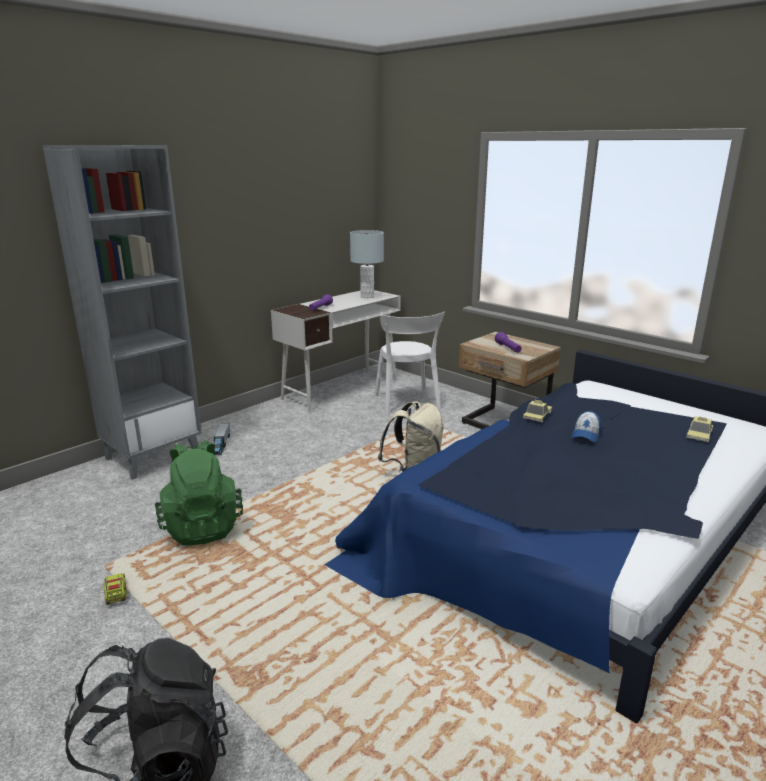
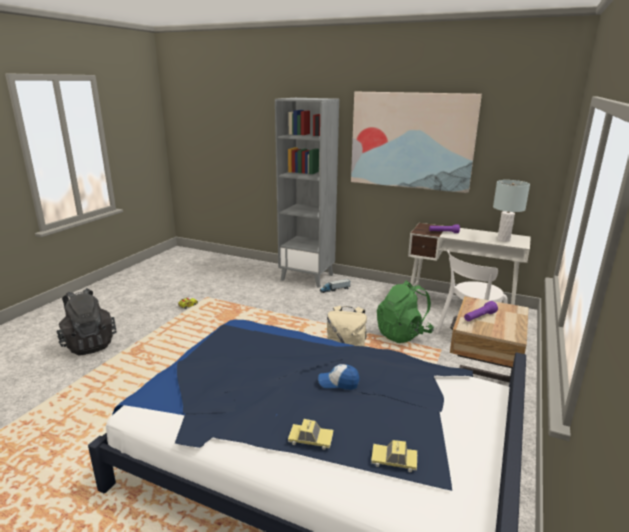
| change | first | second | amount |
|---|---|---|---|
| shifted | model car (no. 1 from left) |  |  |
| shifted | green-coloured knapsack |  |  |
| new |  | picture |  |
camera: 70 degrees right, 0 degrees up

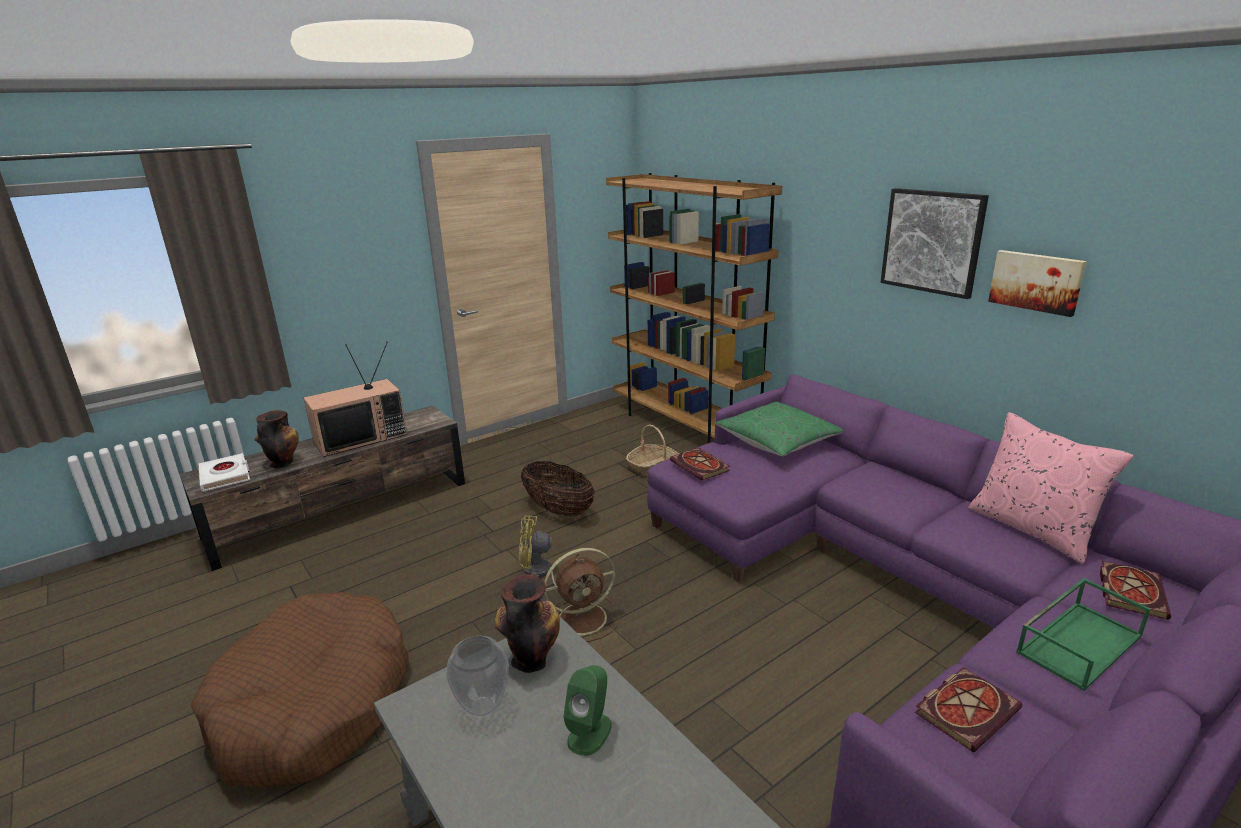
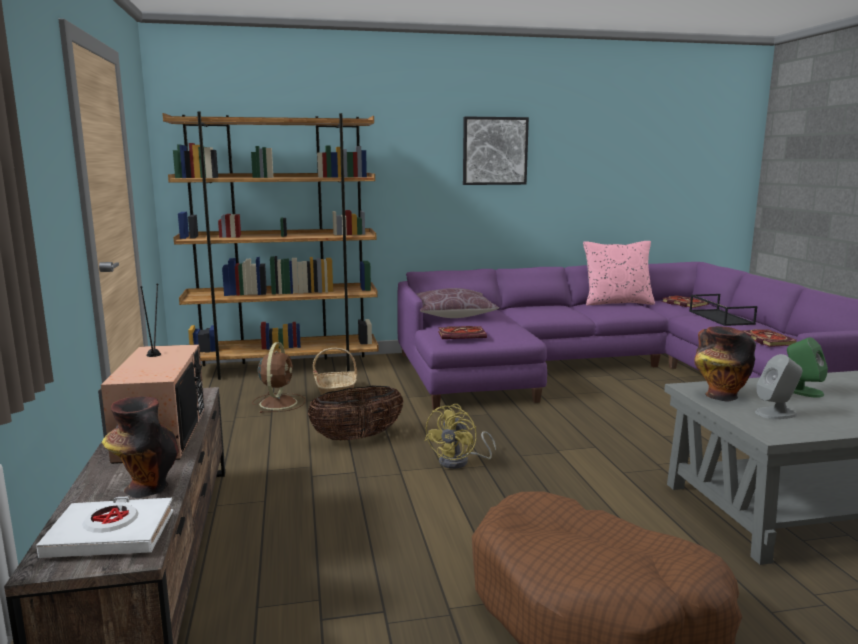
| change | first | second | amount |
|---|---|---|---|
| gone | picture (no. 2 from left) |  |  |
| repainted | green-coloured throw pillow | brown-coloured throw pillow |  |
| shifted | brown-coloured fan |  |  |
| repainted | green-coloured serving tray | black-coloured serving tray |  |
| swapped | flower vase (no. 2 from left) | greyish audio speaker |  |
camera: 65 degrees left, 10 degrees down

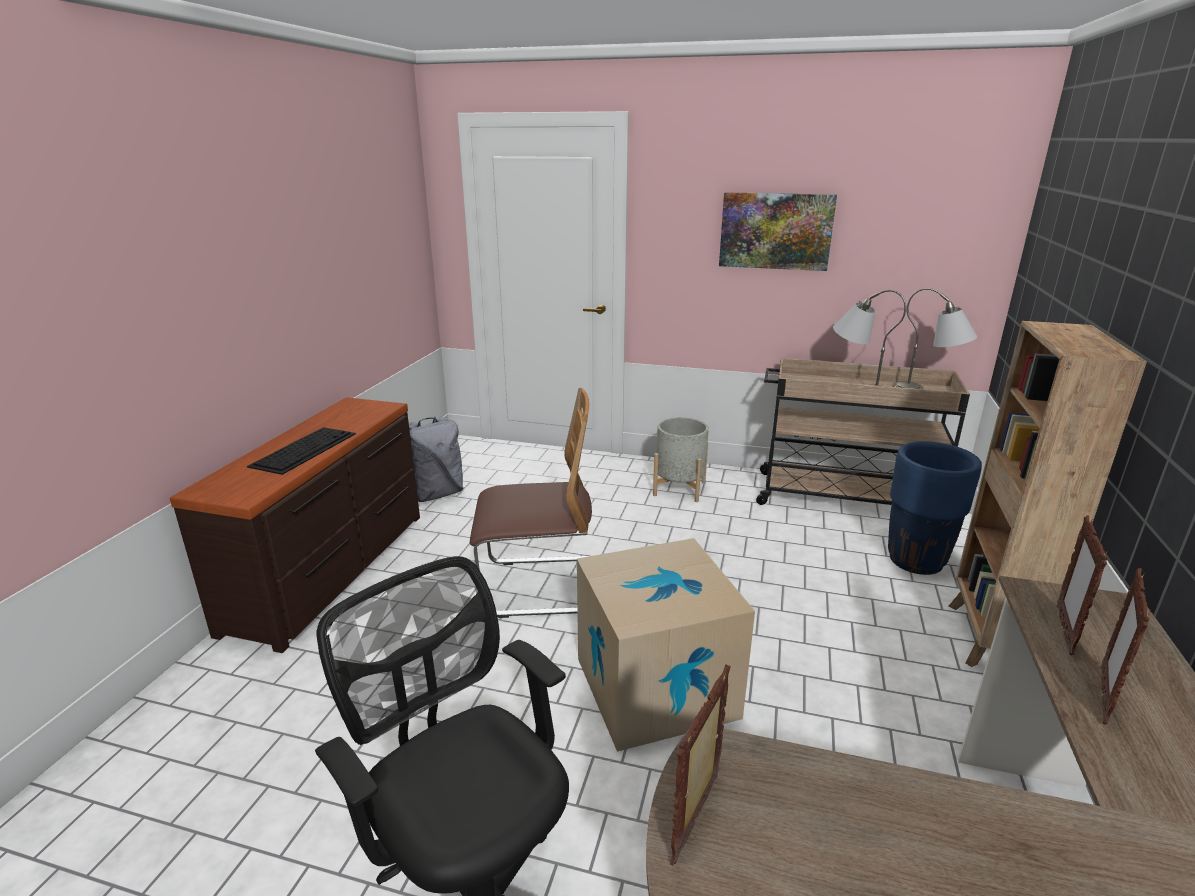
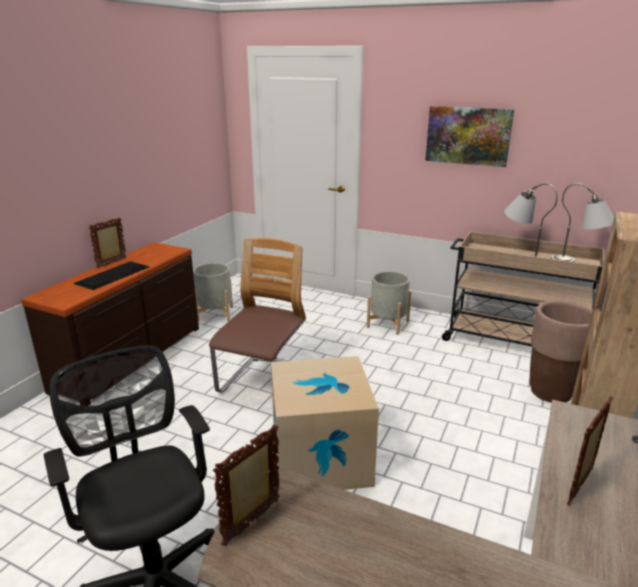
| change | first | second | amount |
|---|---|---|---|
| rotated | upright chair |  | 75 degrees counterclockwise |
| swapped | greyish knapsack | greyish planter (no. 1 from left) |  |
| repainted | blue planter | brown-coloured planter |  |
| shifted | photo frame (no. 2 from left in the first image) | photo frame (no. 1 from left) |  |
camera: 10 degrees right, 0 degrees up

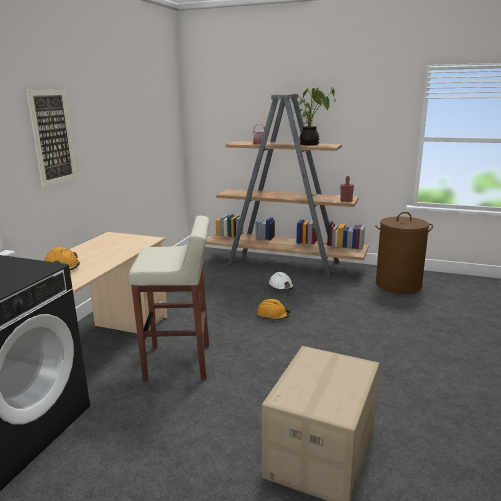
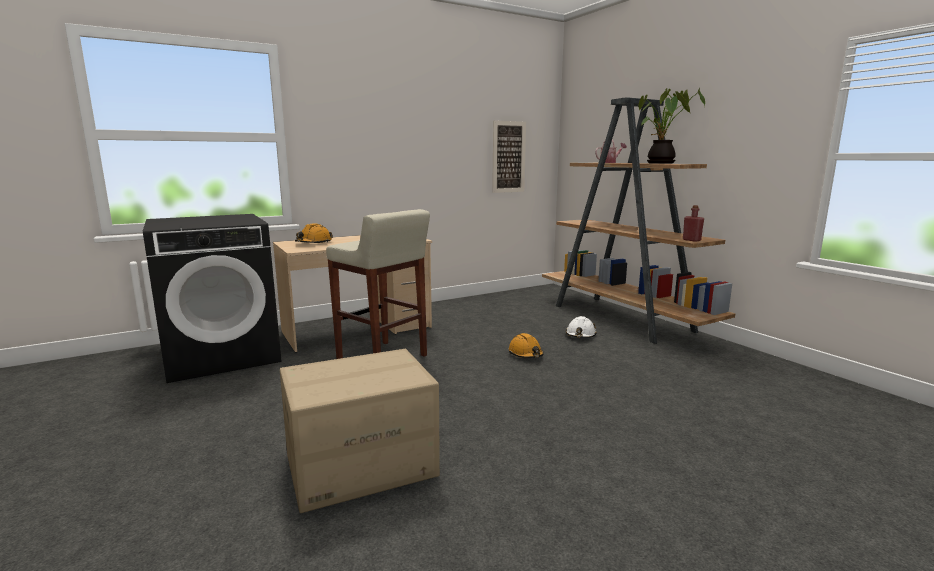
| change | first | second | amount |
|---|---|---|---|
| shifted | picture |  |  |
| gone | brown-coloured laundry basket |  |  |
camera: 40 degrees right, 5 degrees down

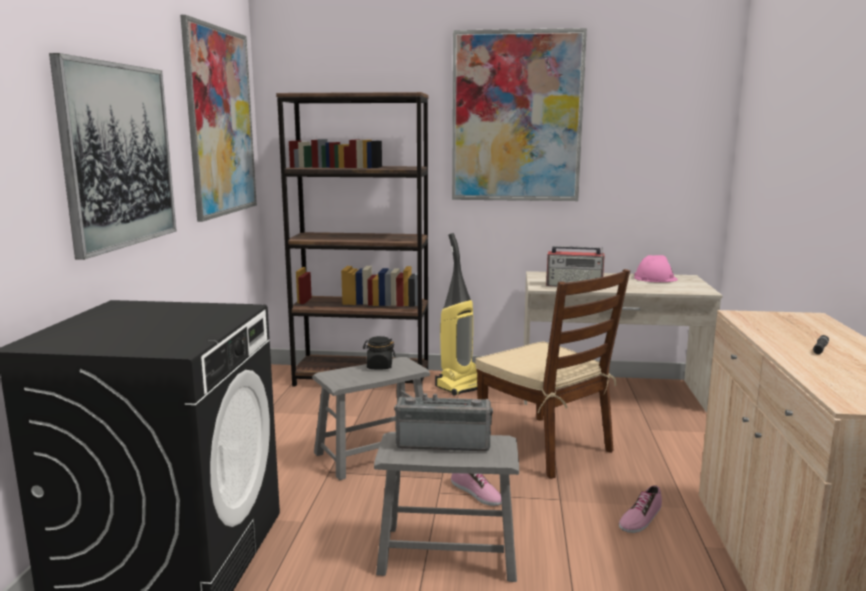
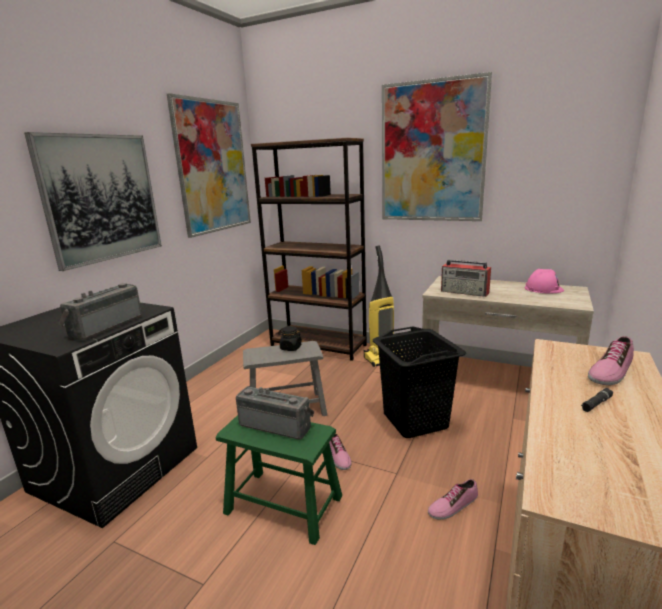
| change | first | second | amount |
|---|---|---|---|
| swapped | brown-coloured upright chair | black-coloured laundry basket |  |
| repainted | greyish sitting stool (no. 2 from left) | green-coloured sitting stool |  |
| new |  | radio (no. 1 from left) |  |
| new |  | item of footwear (no. 3 from left) |  |
camera: 20 degrees right, 5 degrees up

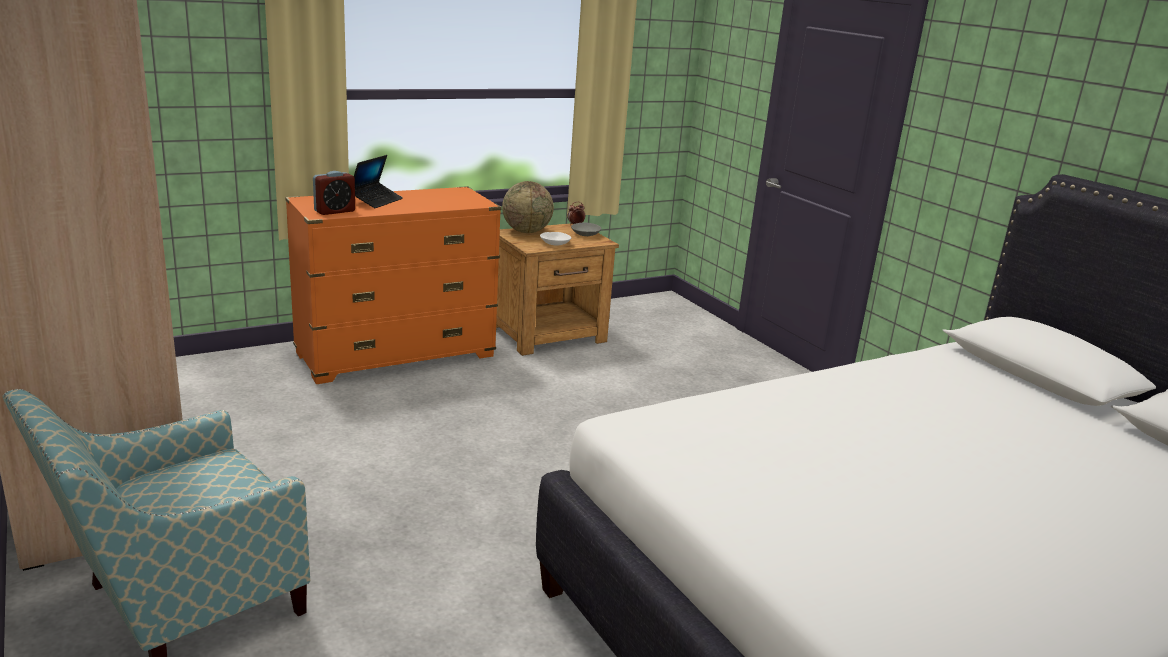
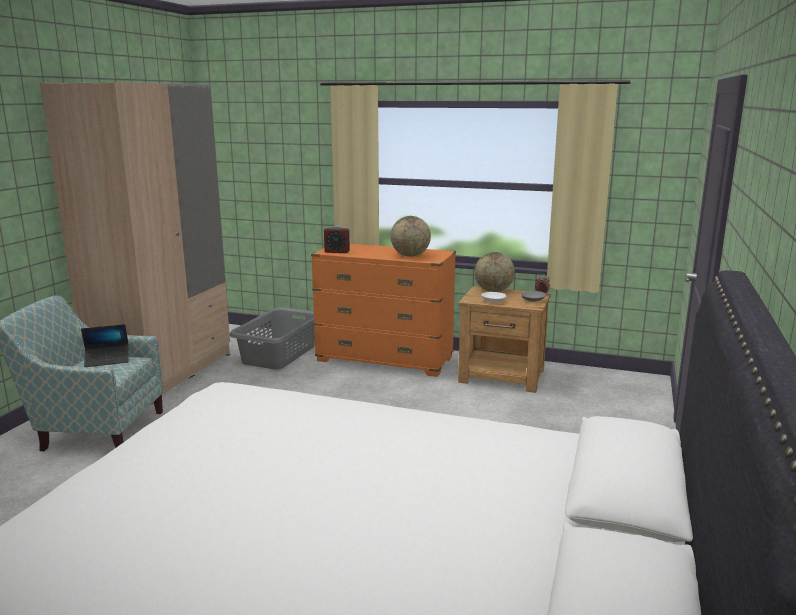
| change | first | second | amount |
|---|---|---|---|
| shifted | laptop |  |  |
| new |  | globe (no. 1 from left) |  |
| new |  | greyish laundry basket |  |
camera: 50 degrees right, 5 degrees down

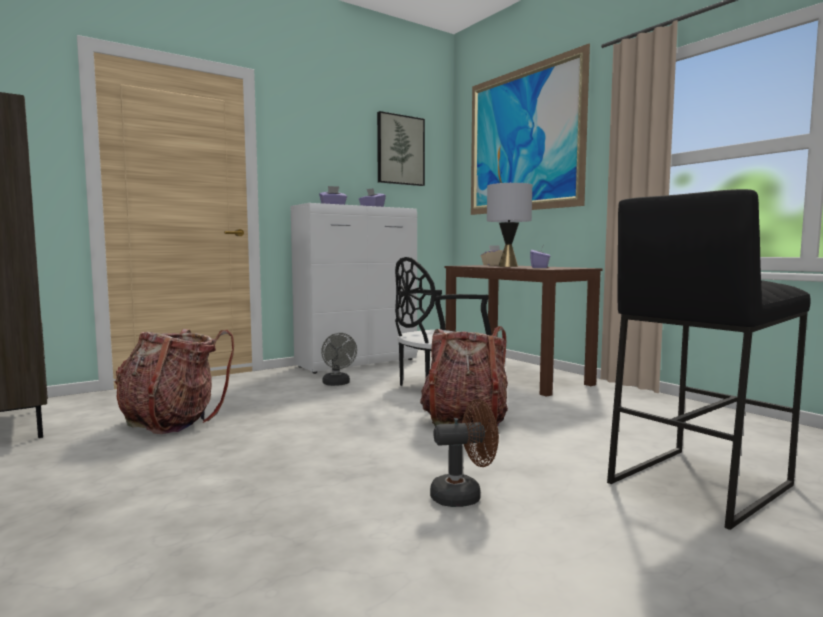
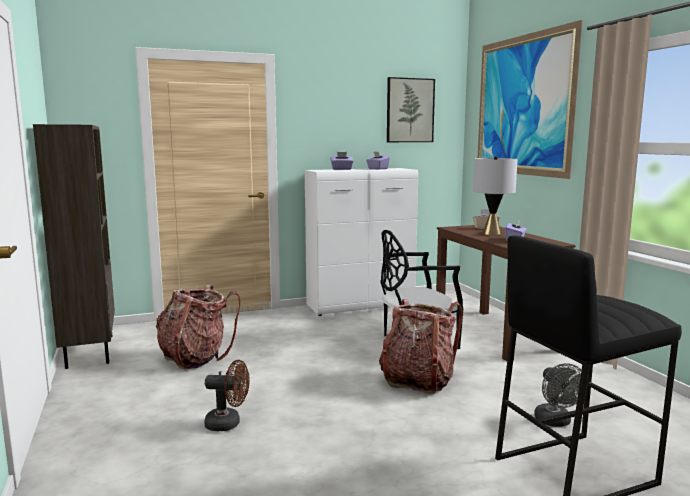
| change | first | second | amount |
|---|---|---|---|
| shifted | greyish fan |  |  |
| shifted | brown-coloured fan |  |  |
camera: 15 degrees right, 5 degrees up

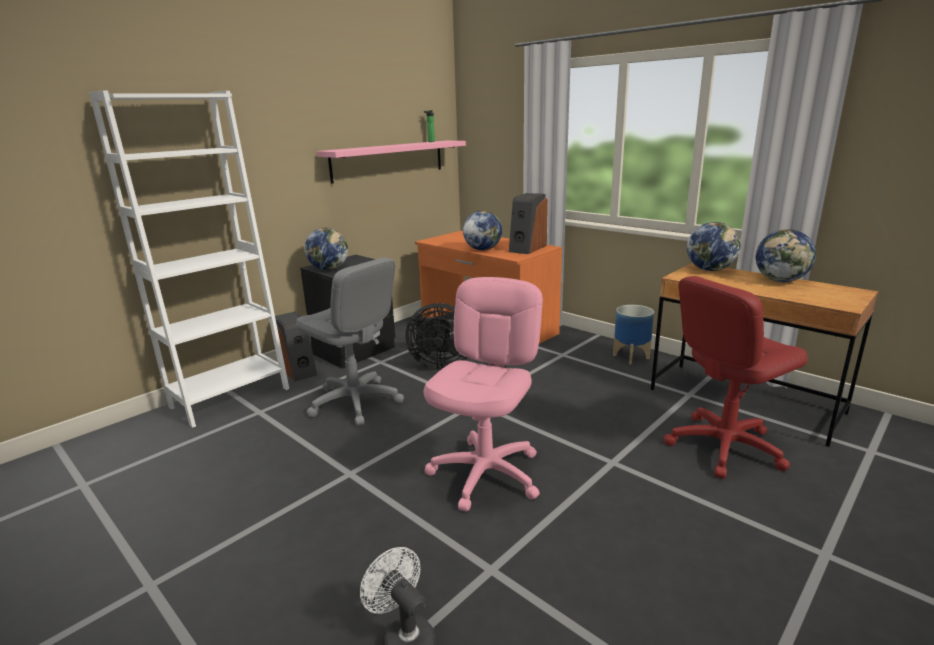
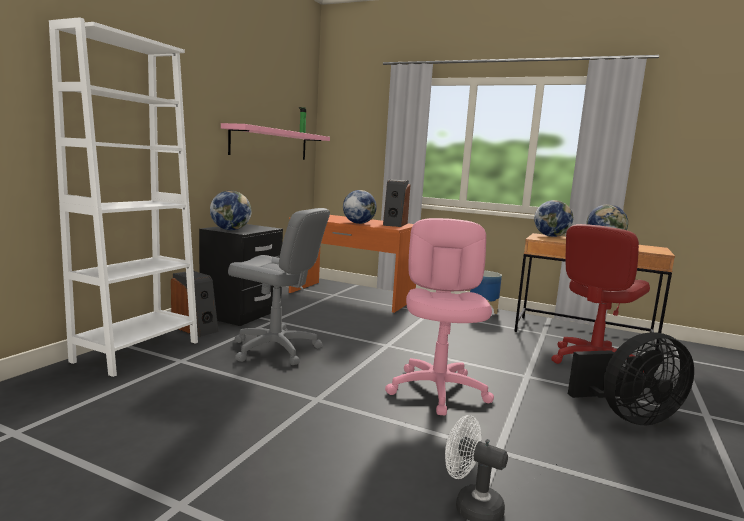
| change | first | second | amount |
|---|---|---|---|
| shifted | black-coloured fan |  |  |
camera: 20 degrees left, 10 degrees down

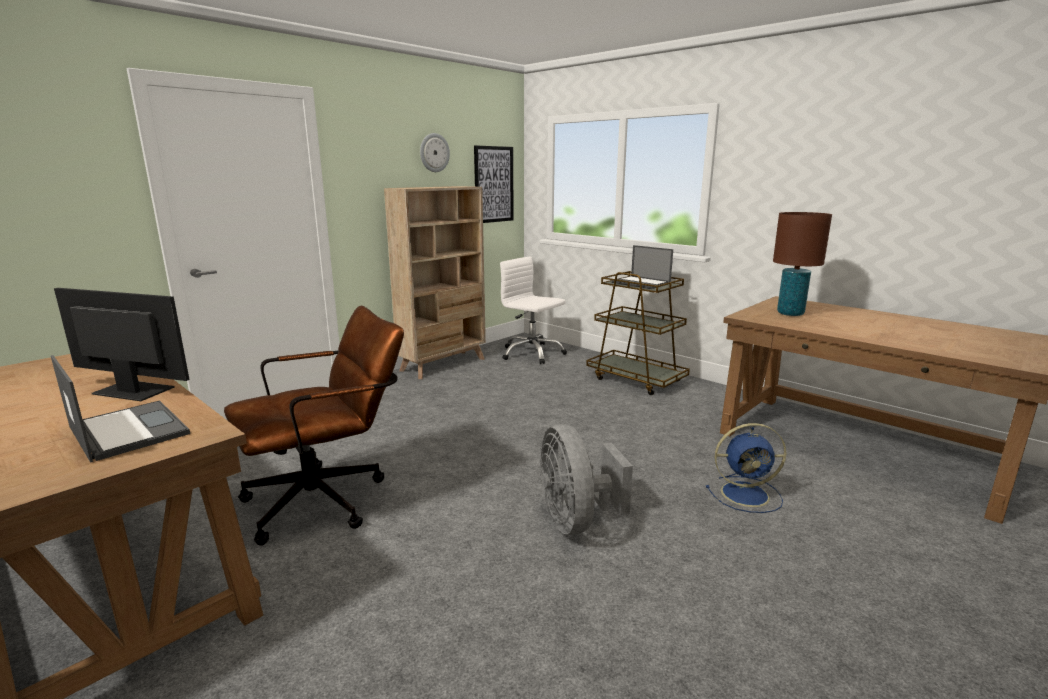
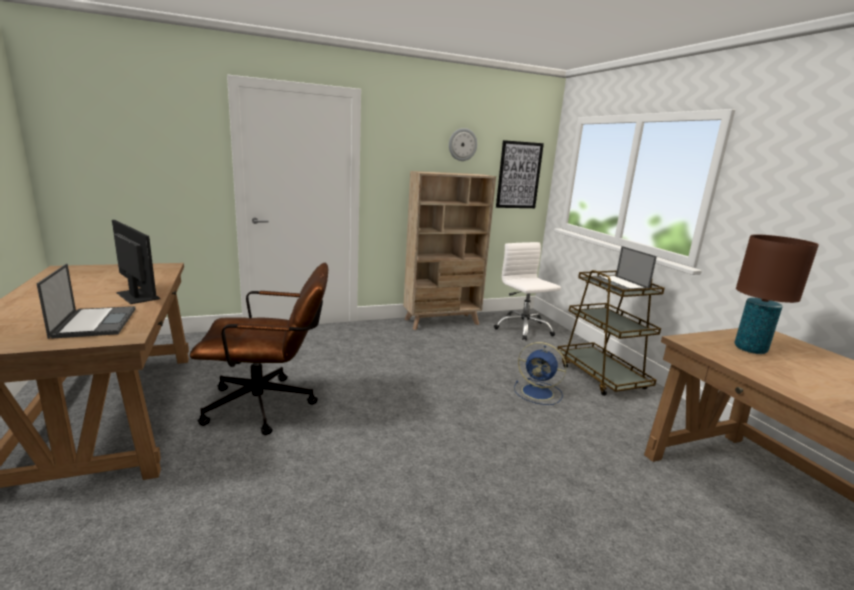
| change | first | second | amount |
|---|---|---|---|
| shifted | blue fan |  |  |
| gone | greyish fan |  |  |
camera: 25 degrees right, 0 degrees up

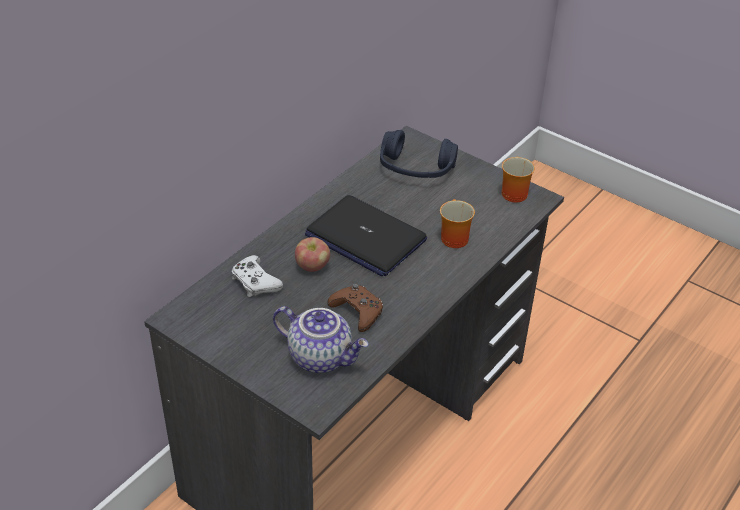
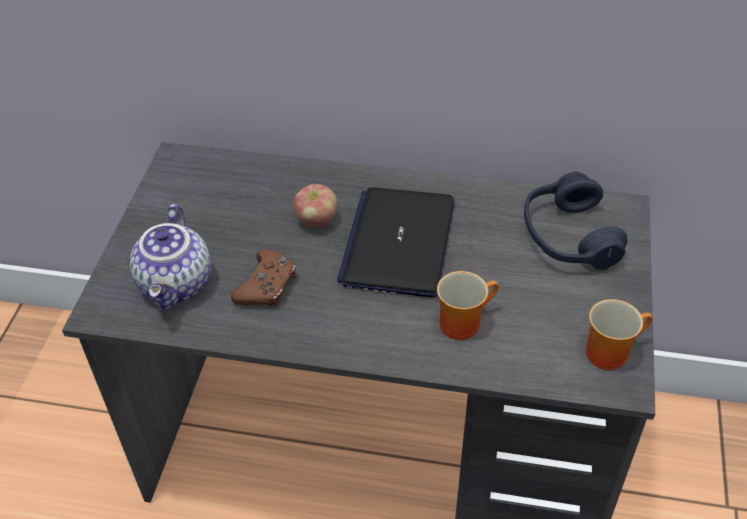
| change | first | second | amount |
|---|---|---|---|
| gone | white game controller |  |  |
camera: 65 degrees right, 5 degrees up

